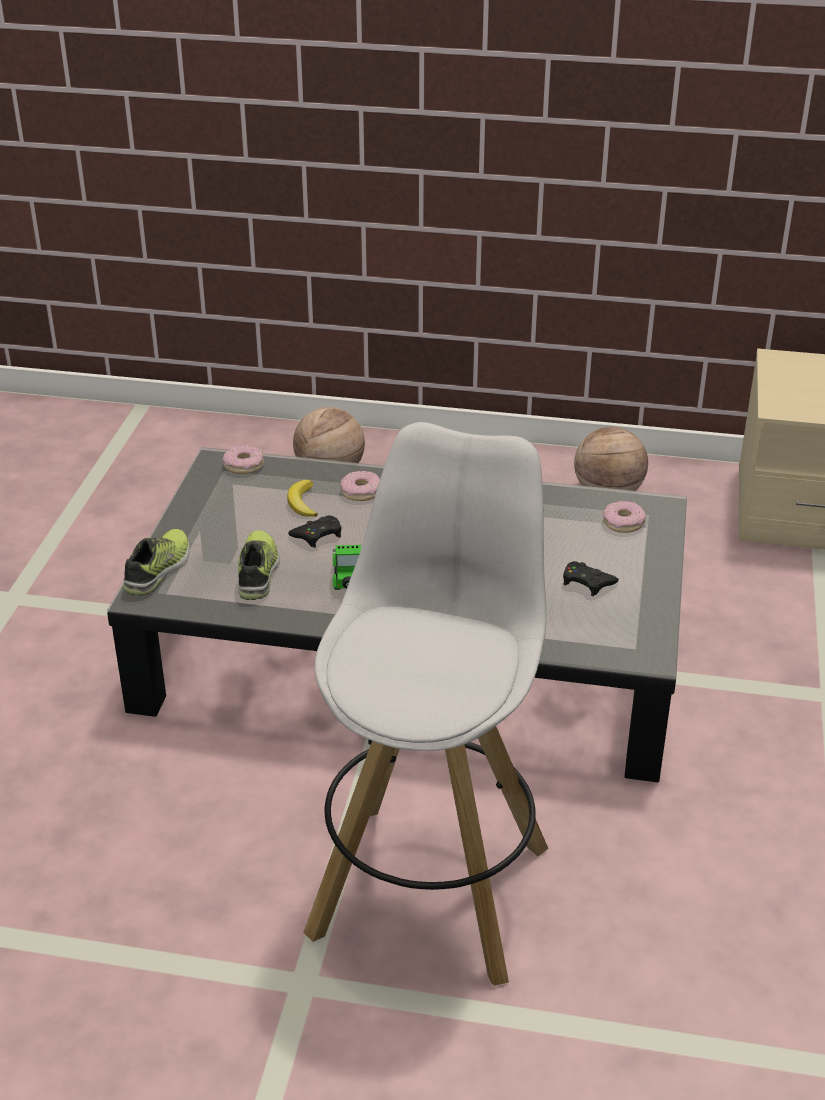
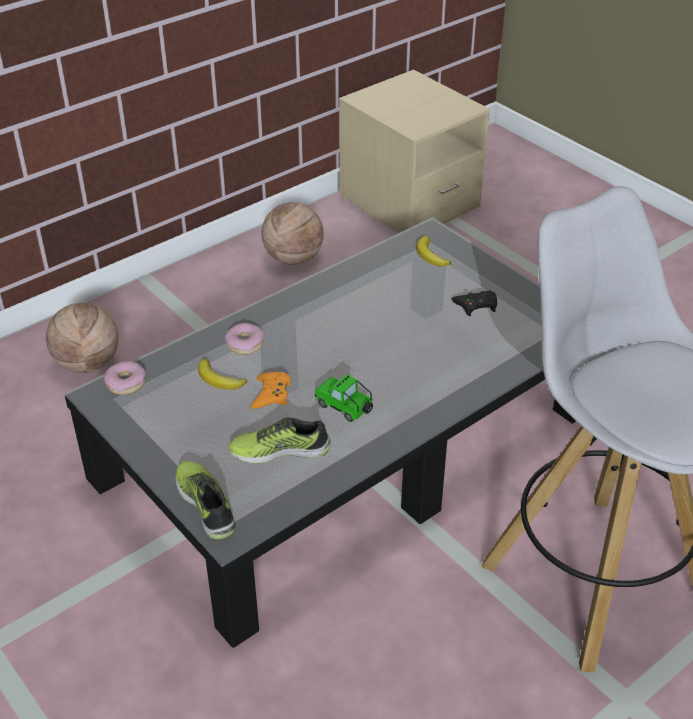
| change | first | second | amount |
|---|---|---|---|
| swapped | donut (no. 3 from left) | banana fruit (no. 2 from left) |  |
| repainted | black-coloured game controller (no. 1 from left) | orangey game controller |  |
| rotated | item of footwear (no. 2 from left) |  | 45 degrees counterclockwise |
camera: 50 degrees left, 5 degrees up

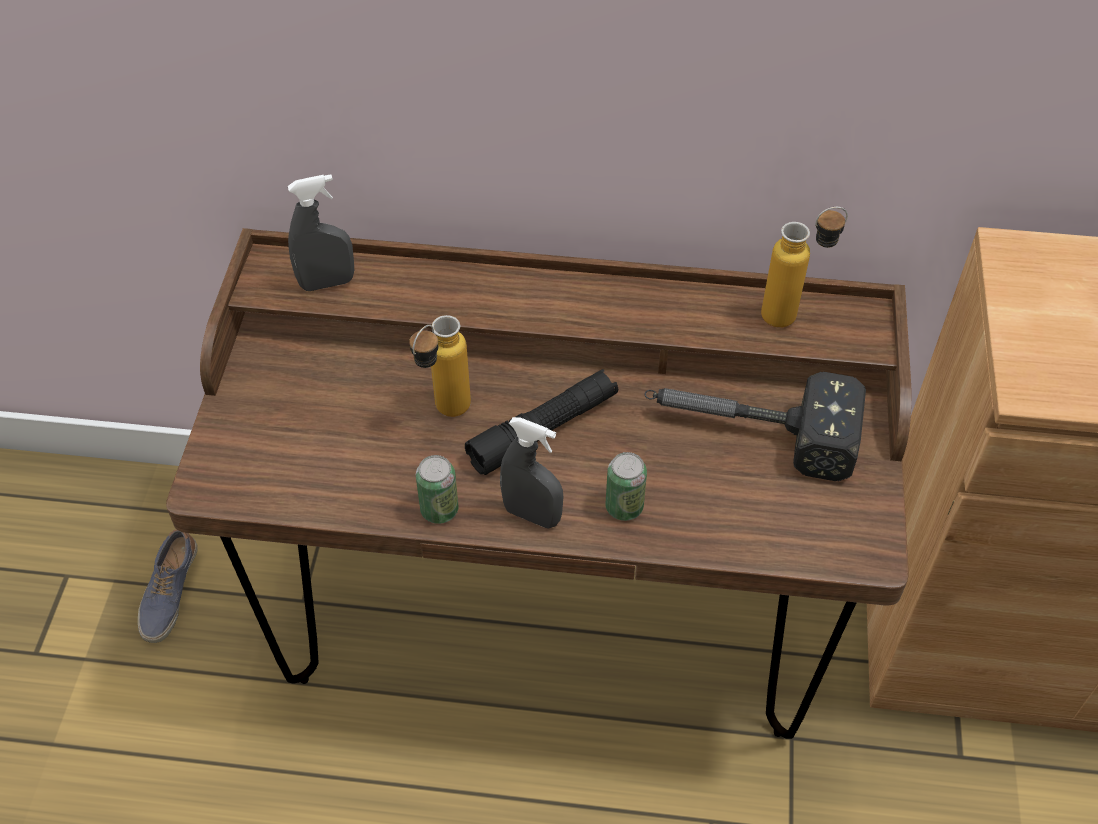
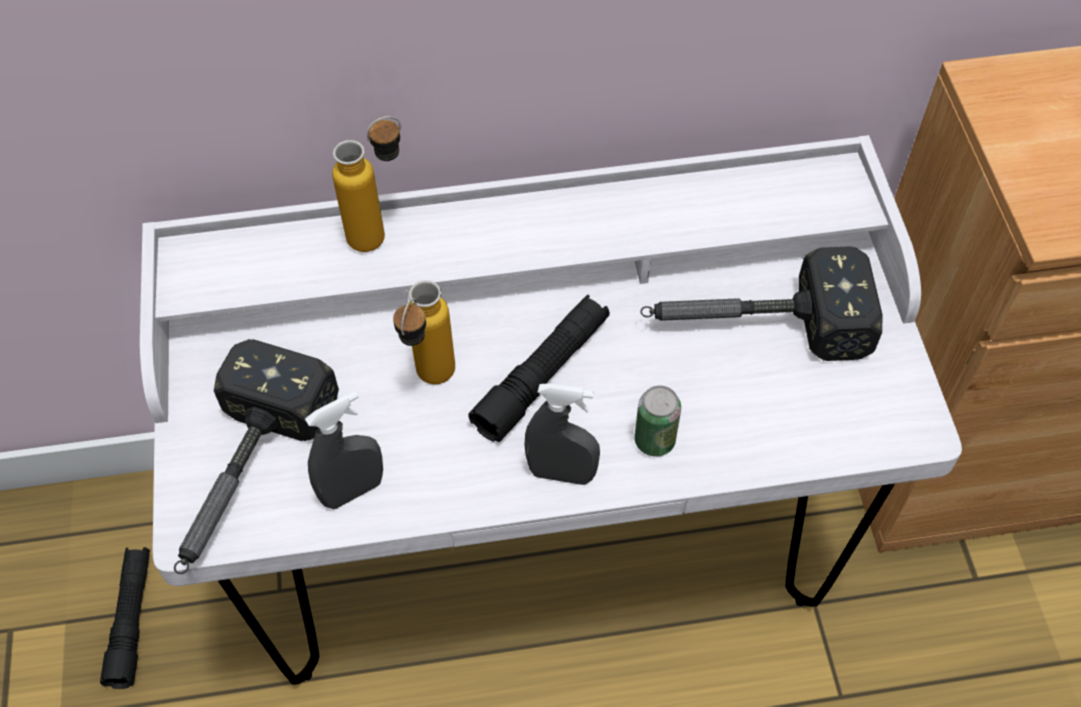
| change | first | second | amount |
|---|---|---|---|
| shifted | greyish spray bottle (no. 1 from left) |  |  |
| shifted | bottle (no. 2 from left in the first image) | bottle (no. 1 from left) |  |
| repainted | brown-coloured desk | white desk |  |
| gone | metal can (no. 1 from left) |  |  |
| swapped | item of footwear | black-coloured hand torch (no. 1 from left) |  |
| new |  | hand hammer (no. 1 from left) |  |
camera: 15 degrees left, 5 degrees up

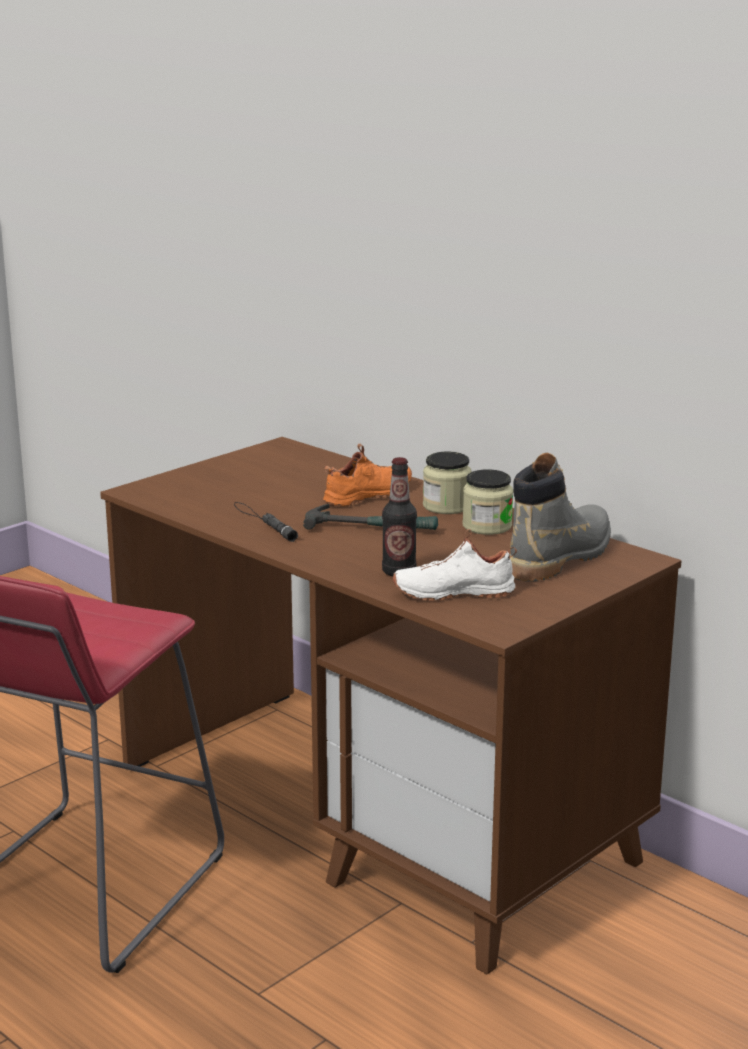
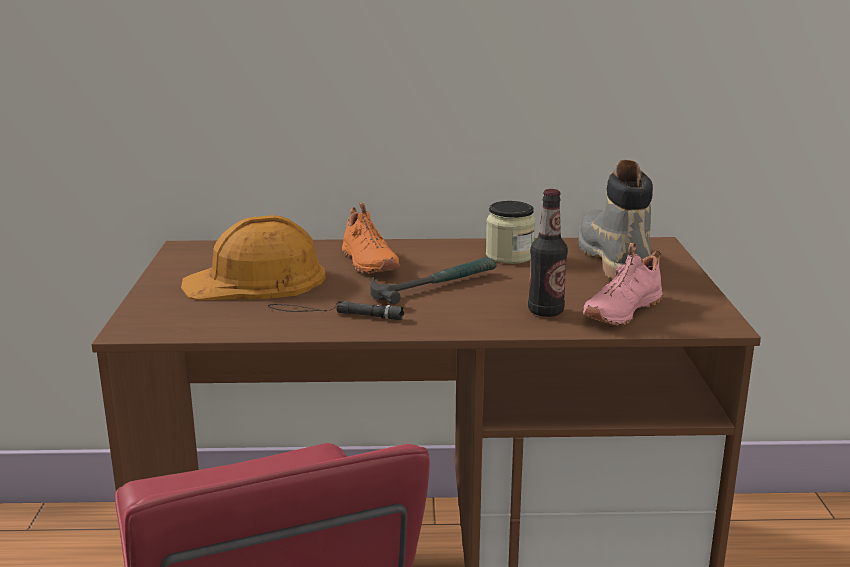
| change | first | second | amount |
|---|---|---|---|
| rotated | orangey item of footwear |  | 150 degrees clockwise |
| gone | storage jar (no. 1 from left) |  |  |
| repainted | white item of footwear | pinkish item of footwear |  |
| new |  | orangey safety helmet |  |
camera: 45 degrees left, 0 degrees up

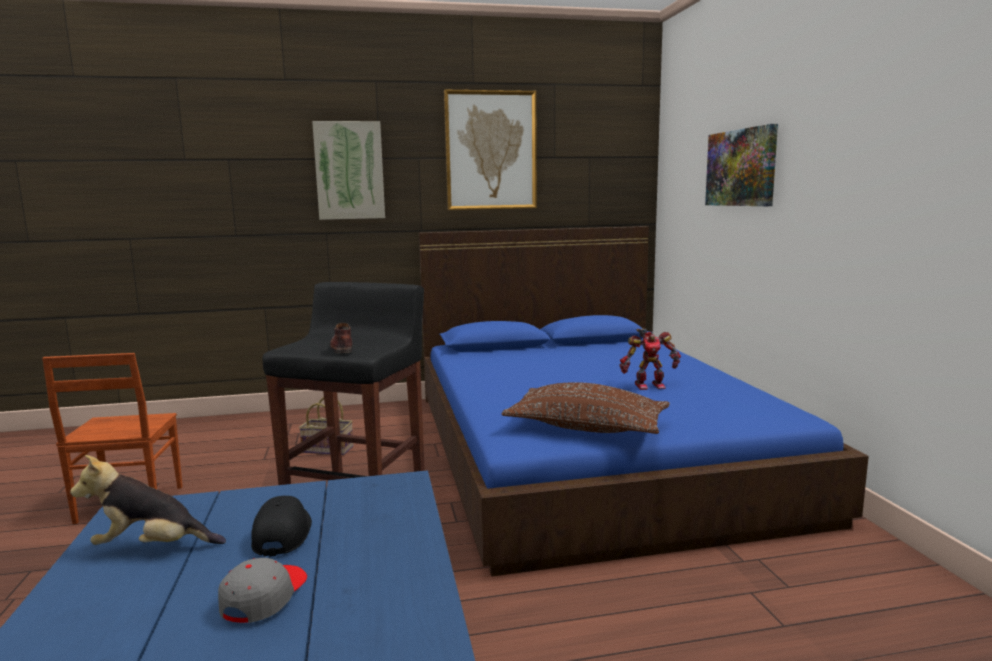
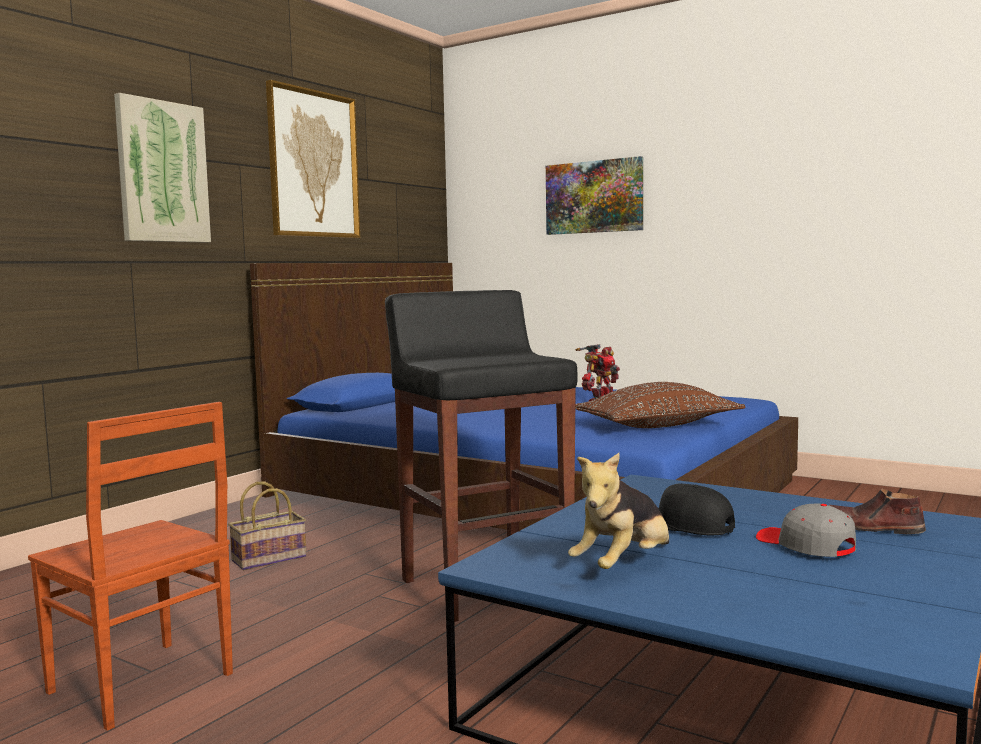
| change | first | second | amount |
|---|---|---|---|
| shifted | brown-coloured item of footwear |  |  |
camera: 45 degrees left, 5 degrees down

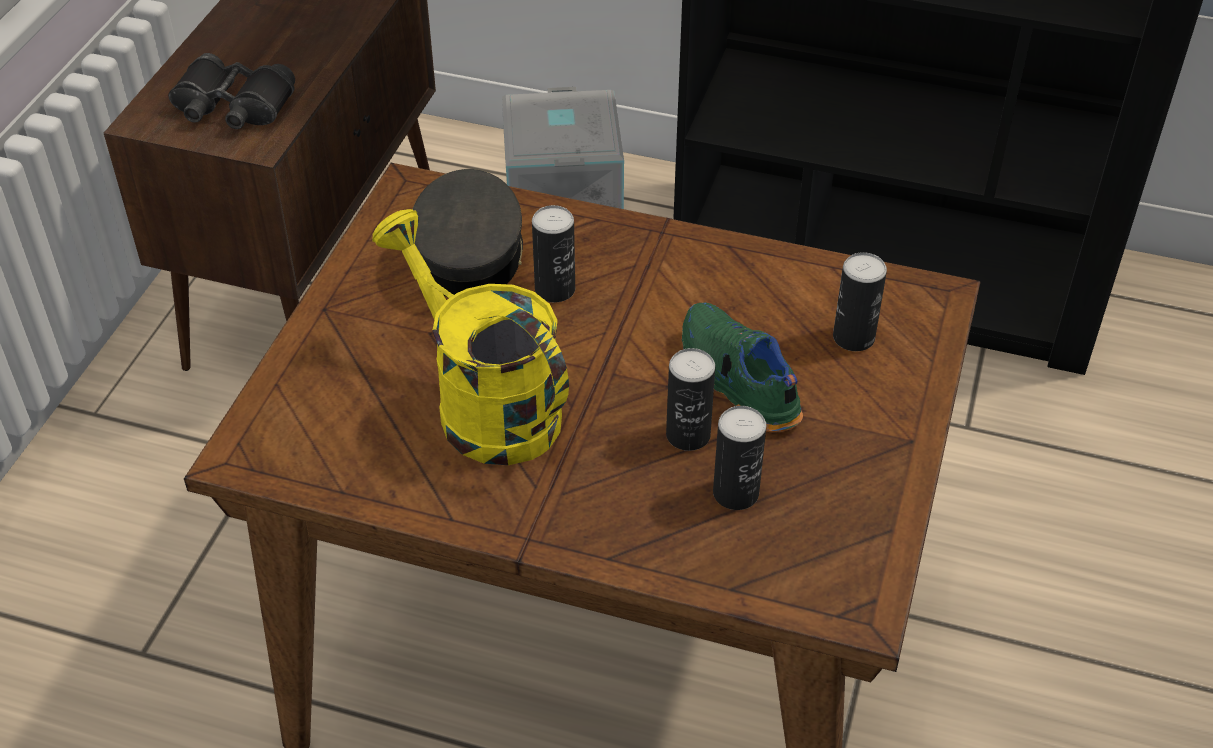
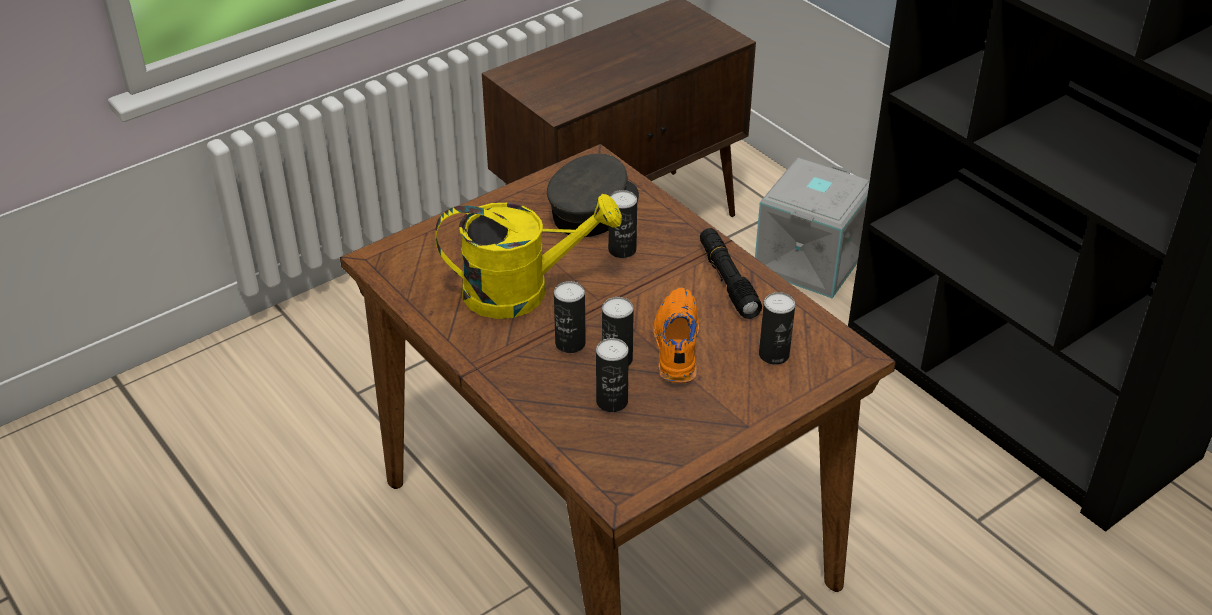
| change | first | second | amount |
|---|---|---|---|
| gone | black-coloured pair of binoculars |  |  |
| rotated | yellowish watering pot |  | 90 degrees clockwise |
| repainted | green-coloured item of footwear | orangey item of footwear |  |
| new |  | black-coloured hand torch |  |
| new |  | metal can (no. 1 from left) |  |
camera: 35 degrees right, 5 degrees down

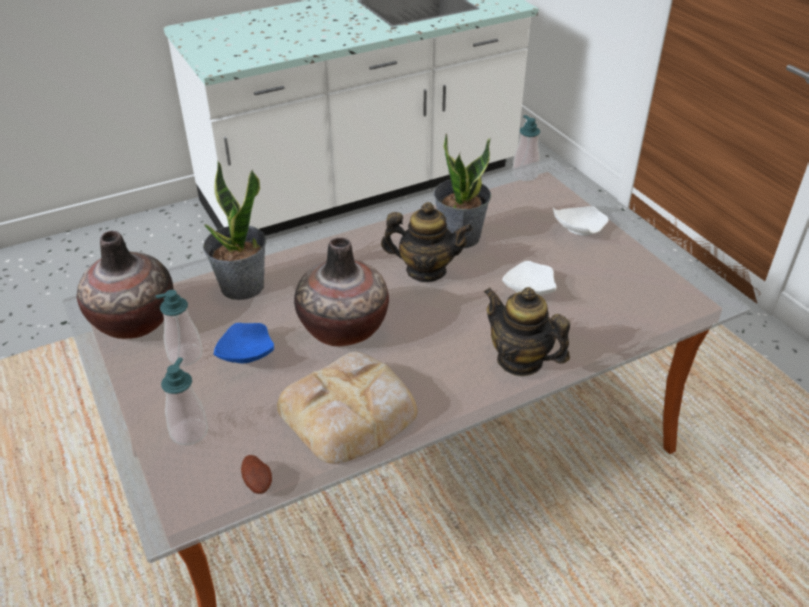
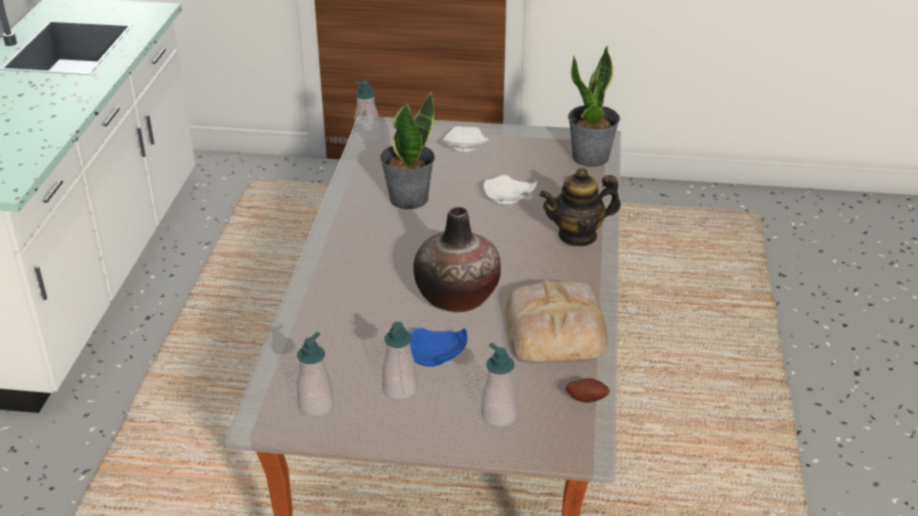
| change | first | second | amount |
|---|---|---|---|
| shifted | potted plant (no. 1 from left in the first image) | potted plant (no. 2 from left) |  |
| gone | tea pot (no. 1 from left) |  |  |
| swapped | flower vase (no. 1 from left) | soap dispenser (no. 1 from left) |  |
camera: 55 degrees left, 5 degrees down

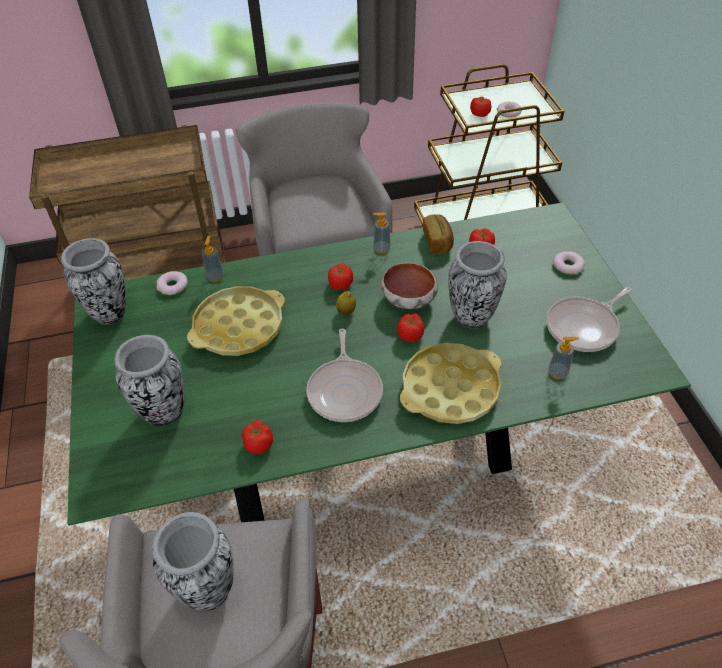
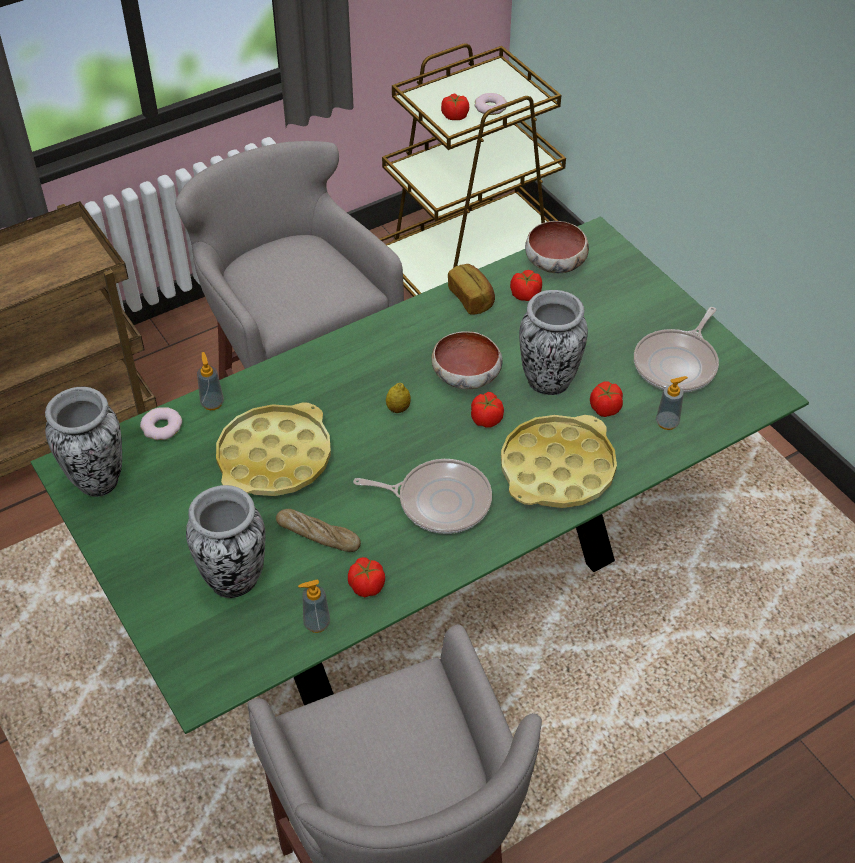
| change | first | second | amount |
|---|---|---|---|
| shifted | soap dispenser (no. 2 from left) |  |  |
| gone | donut (no. 3 from left) |  |  |
| shifted | tomato (no. 2 from left in the first image) | tomato (no. 5 from left) |  |
| rotated | frying pan (no. 1 from left) |  | 60 degrees counterclockwise |
| gone | flower vase (no. 3 from left) |  |  |
| new |  | bowl (no. 2 from left) |  |
| new |  | bakery bread (no. 1 from left) |  |
camera: 20 degrees left, 0 degrees up

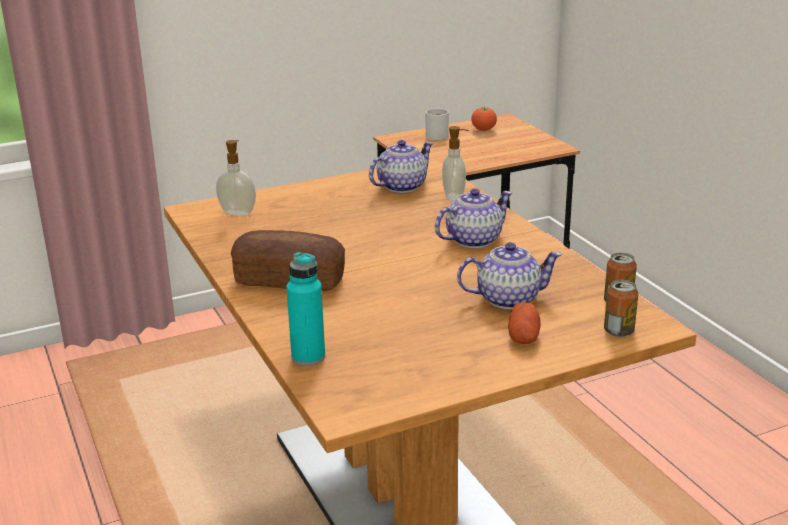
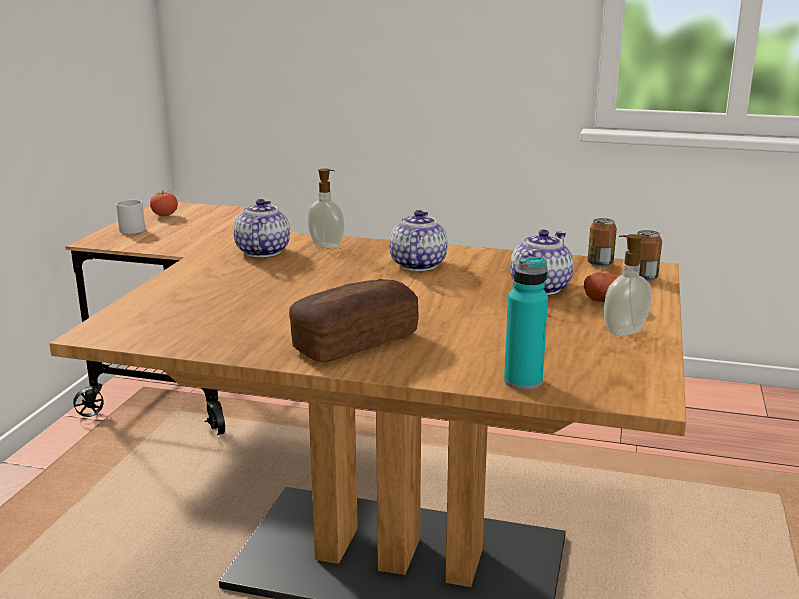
| change | first | second | amount |
|---|---|---|---|
| shifted | soap dispenser (no. 1 from left in the first image) | soap dispenser (no. 2 from left) |  |
camera: 50 degrees left, 5 degrees down

